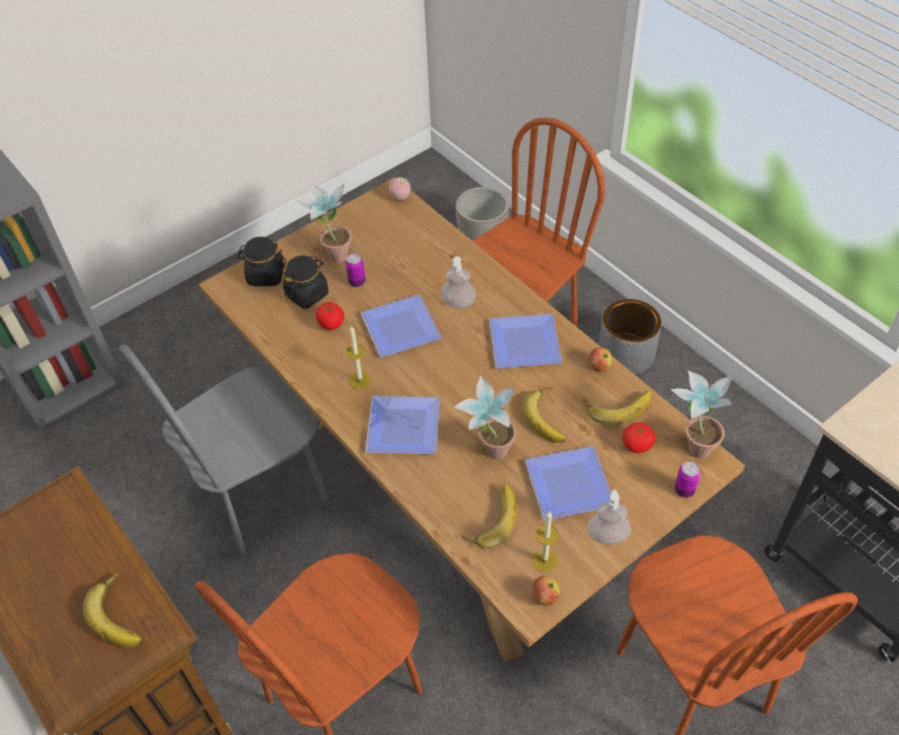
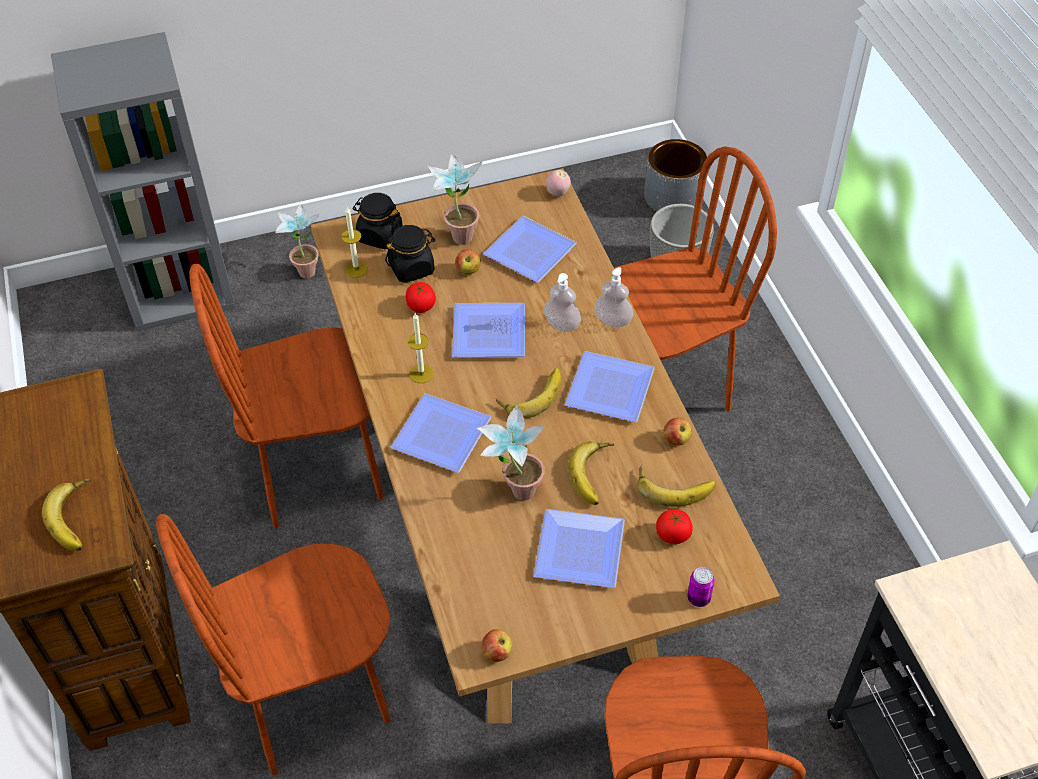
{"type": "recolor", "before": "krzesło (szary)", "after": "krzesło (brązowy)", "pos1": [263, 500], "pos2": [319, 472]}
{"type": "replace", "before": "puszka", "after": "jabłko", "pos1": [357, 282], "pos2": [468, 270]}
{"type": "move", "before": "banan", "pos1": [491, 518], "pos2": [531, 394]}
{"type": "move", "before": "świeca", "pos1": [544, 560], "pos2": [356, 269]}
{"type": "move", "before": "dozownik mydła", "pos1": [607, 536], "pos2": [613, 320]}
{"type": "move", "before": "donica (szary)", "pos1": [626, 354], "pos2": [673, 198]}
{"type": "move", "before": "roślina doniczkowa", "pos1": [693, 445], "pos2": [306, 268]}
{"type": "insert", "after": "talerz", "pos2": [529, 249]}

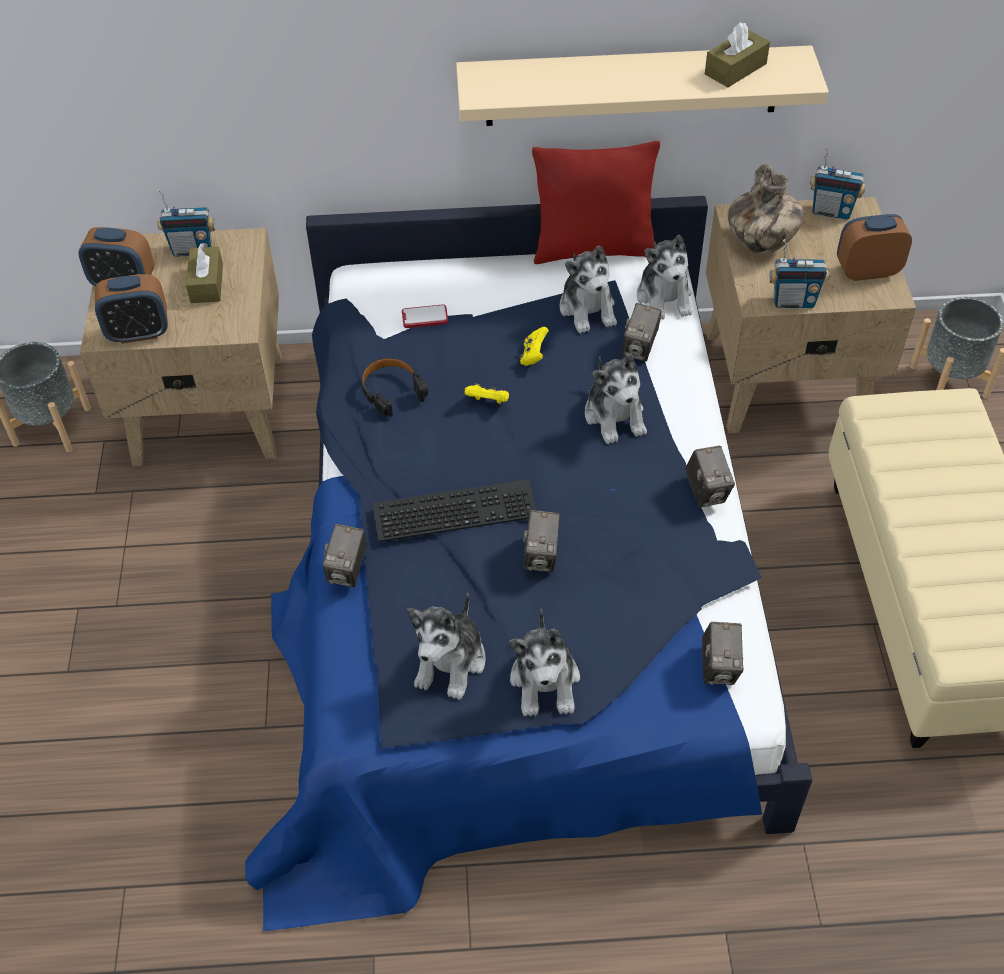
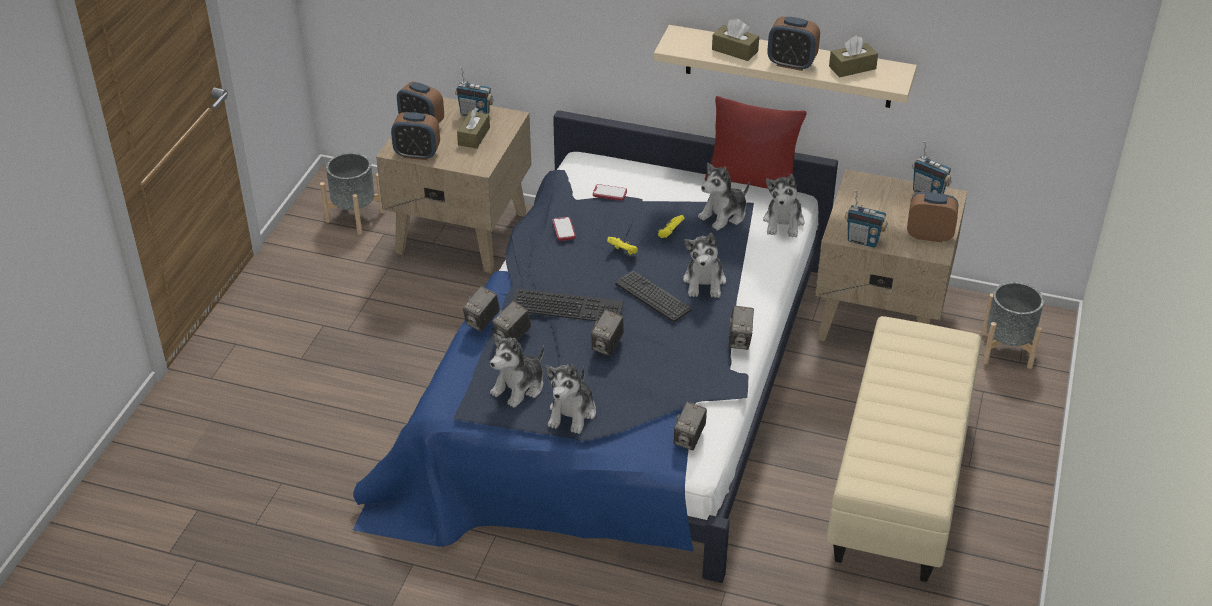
{"type": "replace", "before": "słuchawki (czarny)", "after": "telefon", "pos1": [392, 390], "pos2": [564, 230]}
{"type": "rotate", "before": "pluszak", "pos1": [588, 309], "pos2": [724, 215], "turn": 45}
{"type": "move", "before": "aparat fotograficzny", "pos1": [640, 348], "pos2": [512, 337]}
{"type": "delete", "before": "wazon", "pos1": [760, 243]}
{"type": "insert", "after": "klawiatura", "pos2": [652, 297]}
{"type": "insert", "after": "pudełko chusteczek (brązowy)", "pos2": [735, 50]}
{"type": "insert", "after": "budzik", "pos2": [791, 64]}

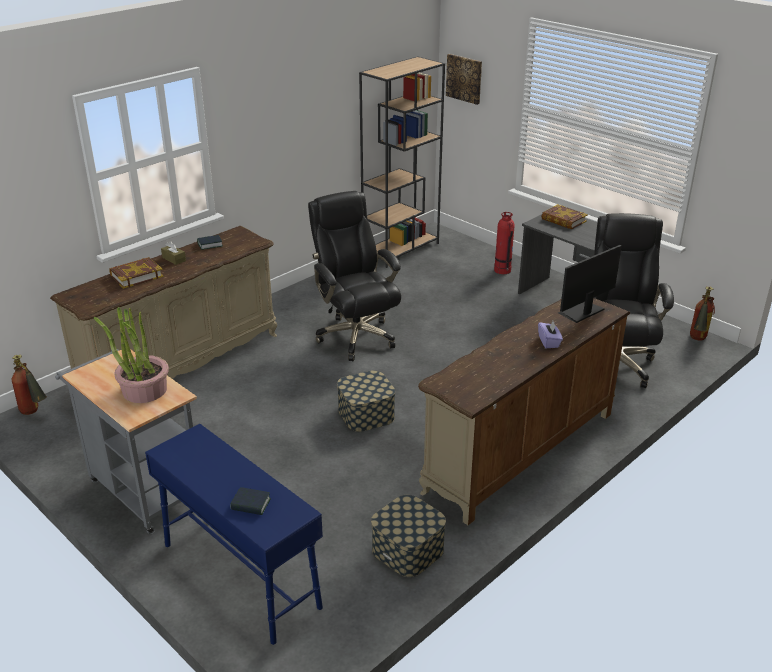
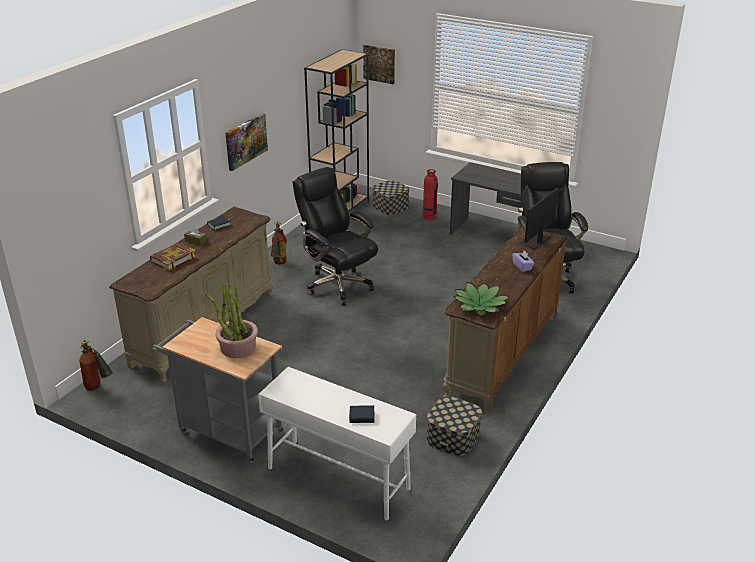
{"type": "recolor", "before": "stolik konsolowy (niebieski)", "after": "stolik konsolowy (biały)", "pos1": [241, 575], "pos2": [338, 478]}
{"type": "move", "before": "pojemnik do przechowywania", "pos1": [366, 414], "pos2": [390, 206]}
{"type": "delete", "before": "książka", "pos1": [563, 220]}
{"type": "move", "before": "gaśnica", "pos1": [697, 340], "pos2": [279, 264]}
{"type": "insert", "after": "obraz", "pos2": [246, 141]}
{"type": "insert", "after": "roślina doniczkowa", "pos2": [480, 305]}

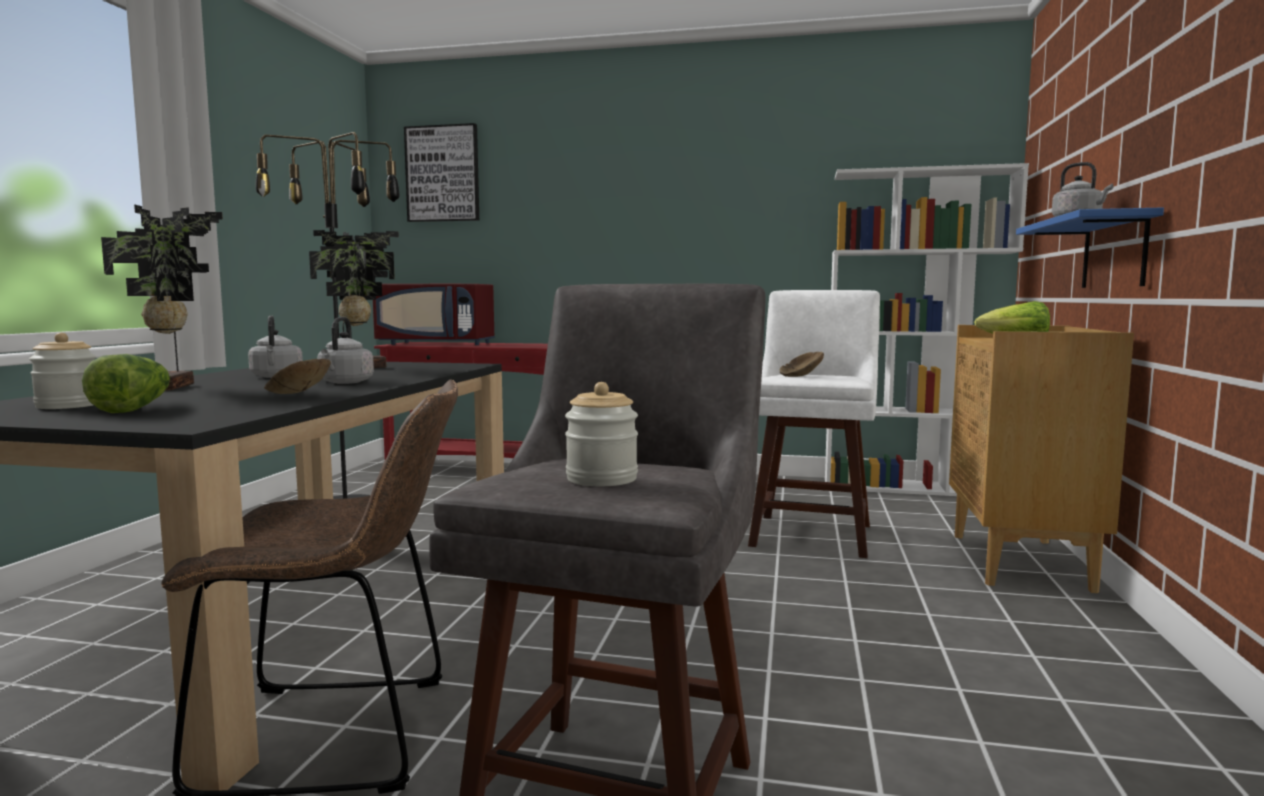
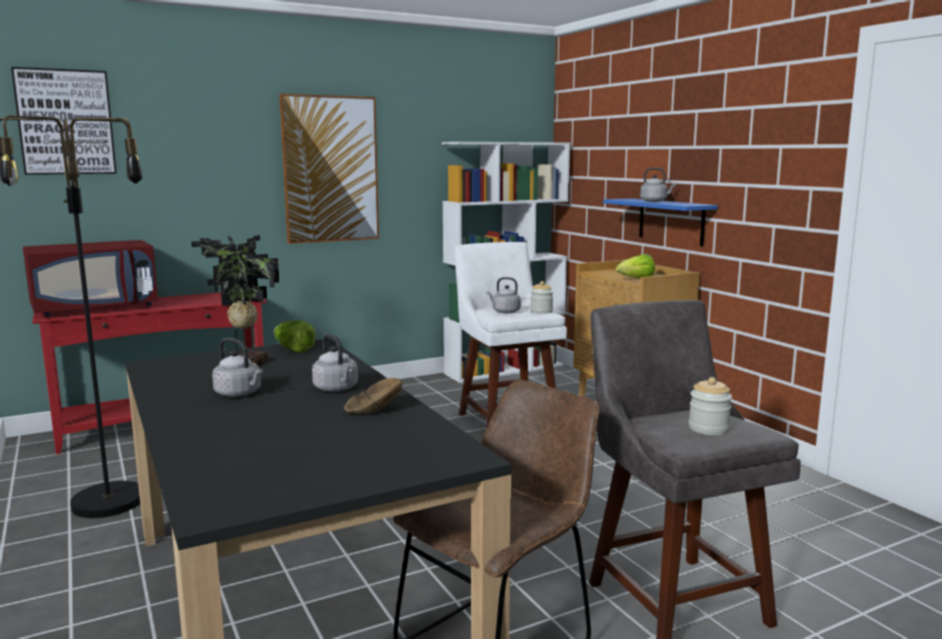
{"type": "move", "before": "słoik", "pos1": [67, 406], "pos2": [541, 311]}
{"type": "move", "before": "sałata", "pos1": [133, 409], "pos2": [293, 349]}
{"type": "delete", "before": "roślina doniczkowa", "pos1": [174, 387]}
{"type": "replace", "before": "miska (brązowy)", "after": "czajnik (szary)", "pos1": [799, 376], "pos2": [504, 311]}
{"type": "insert", "after": "obraz", "pos2": [330, 169]}

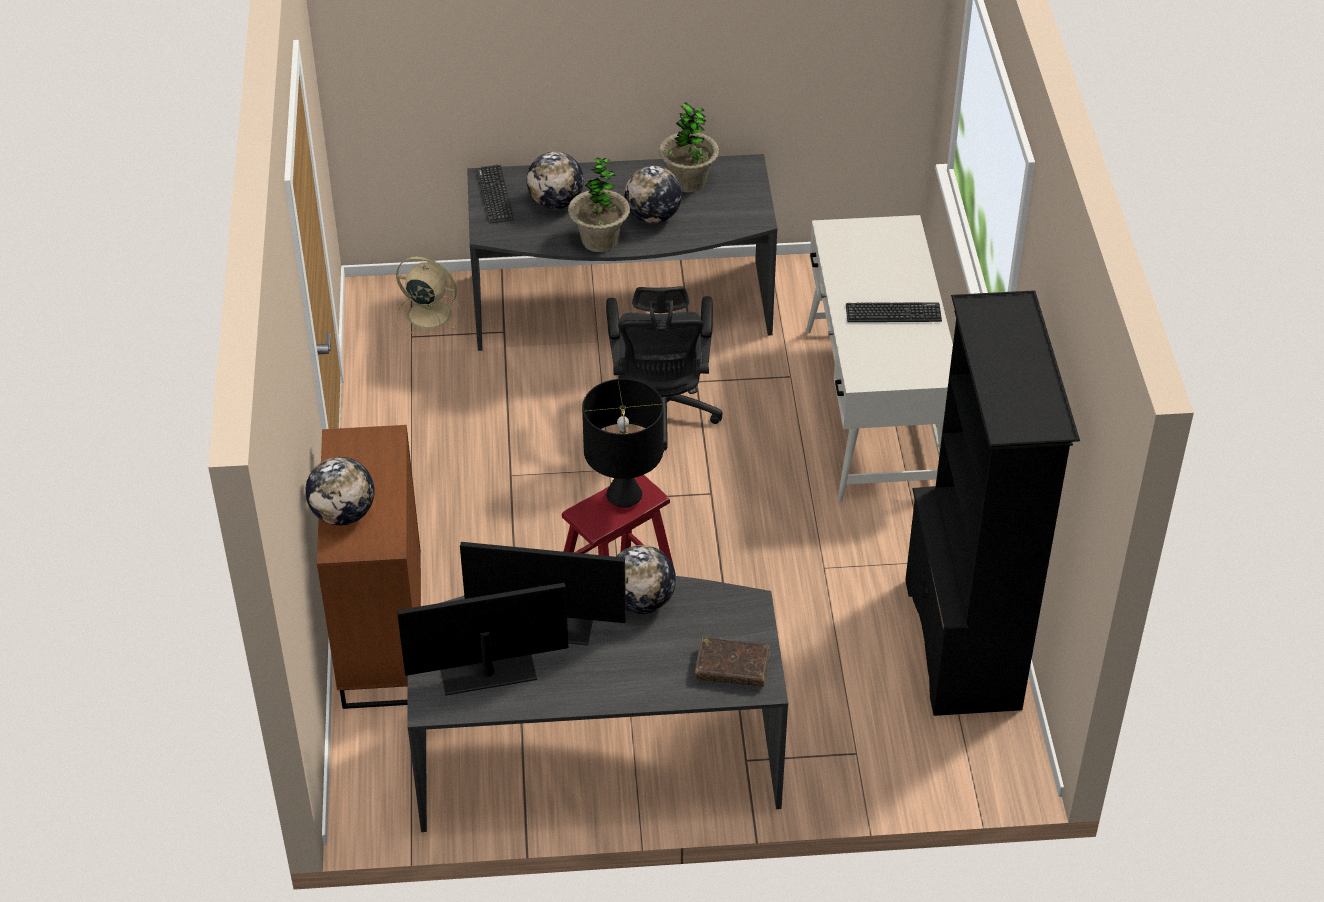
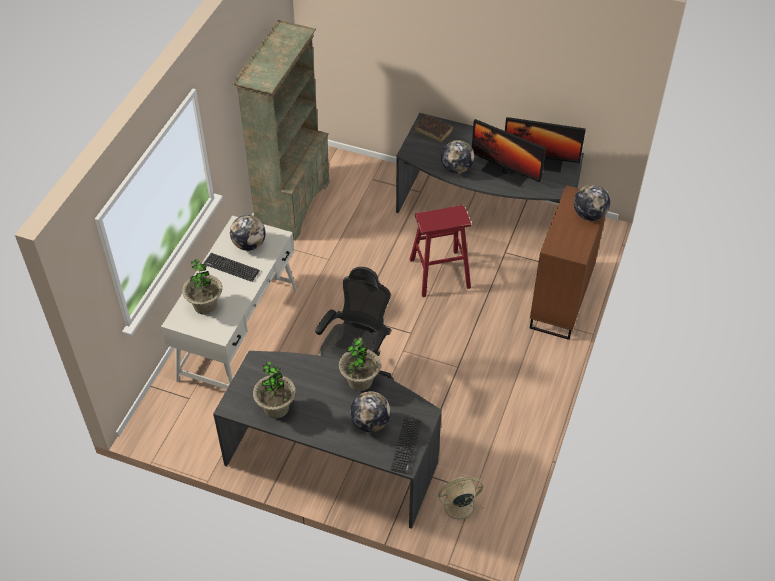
{"type": "rotate", "before": "wentylator (beżowy)", "pos1": [427, 314], "pos2": [457, 506], "turn": 120}
{"type": "delete", "before": "lampa stołowa (czarny)", "pos1": [624, 497]}
{"type": "move", "before": "globus", "pos1": [653, 217], "pos2": [249, 244]}
{"type": "recolor", "before": "regał (czarny)", "after": "regał (zielony)", "pos1": [963, 644], "pos2": [292, 205]}
{"type": "insert", "after": "roślina doniczkowa", "pos2": [205, 305]}

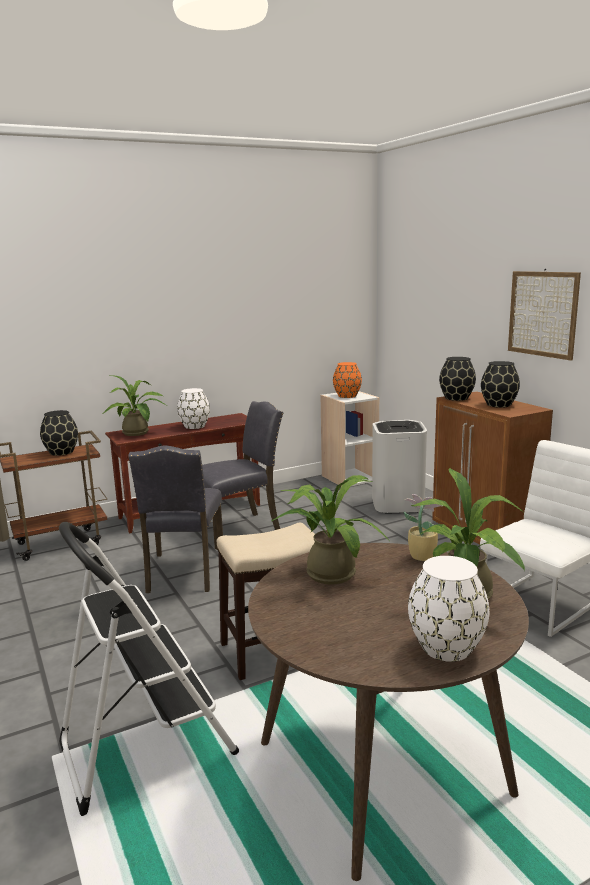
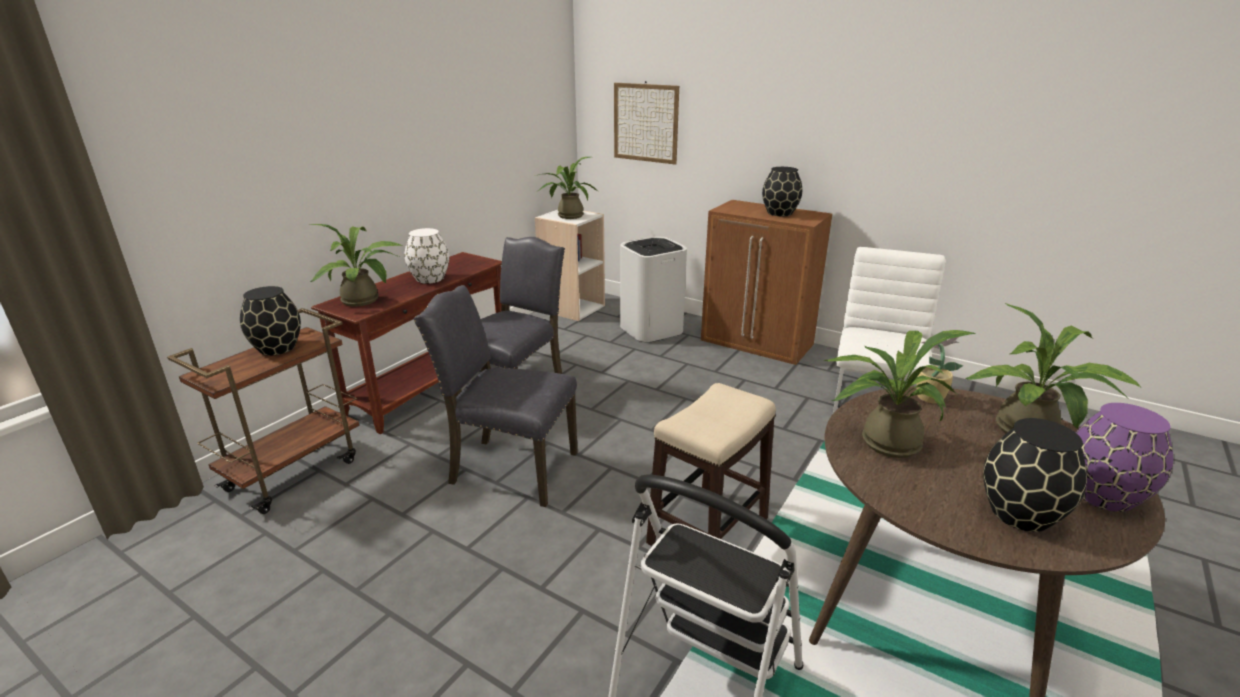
{"type": "rotate", "before": "krzesło (szary)", "pos1": [184, 573], "pos2": [510, 469], "turn": 135}
{"type": "replace", "before": "wazon (pomarańczowy)", "after": "roślina doniczkowa", "pos1": [347, 396], "pos2": [567, 216]}
{"type": "recolor", "before": "wazon (biały)", "after": "wazon (fioletowy)", "pos1": [447, 648], "pos2": [1104, 495]}
{"type": "move", "before": "wazon (czarny)", "pos1": [457, 398], "pos2": [1021, 514]}
{"type": "move", "before": "obraz", "pos1": [543, 312], "pos2": [645, 121]}

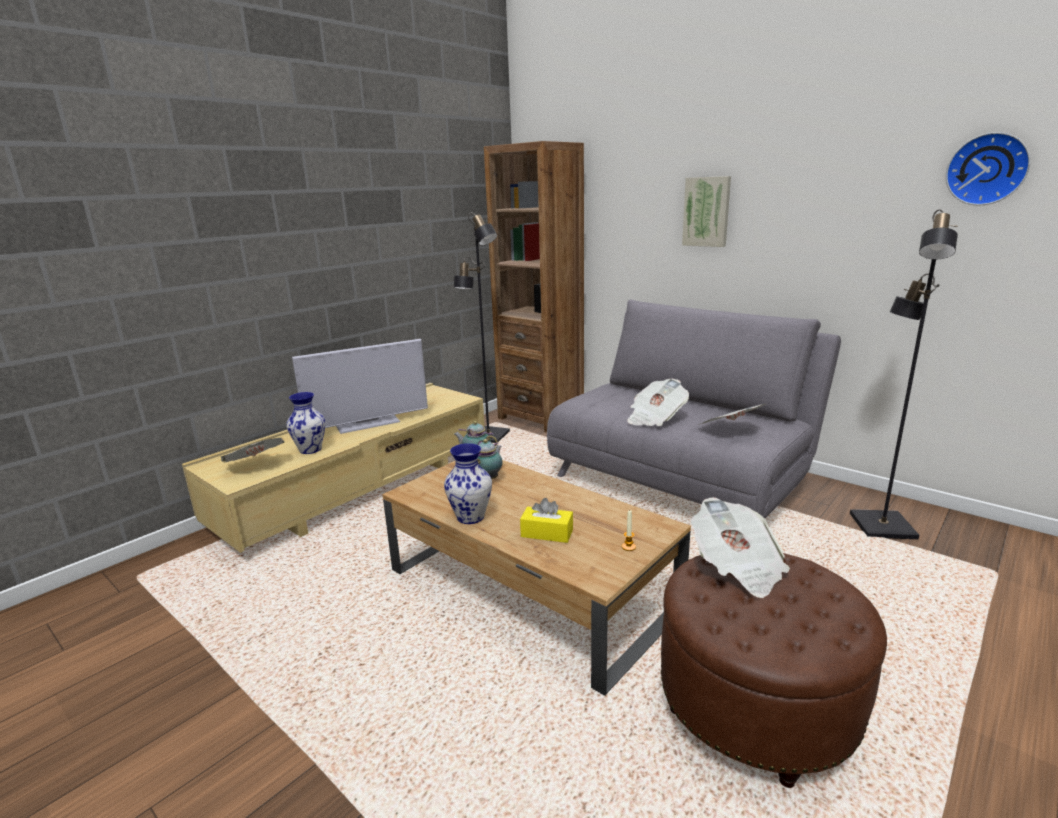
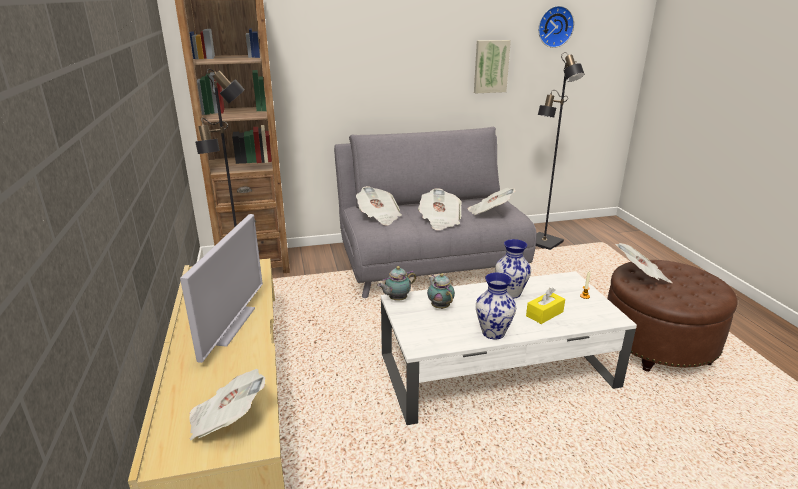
{"type": "move", "before": "wazon", "pos1": [310, 449], "pos2": [509, 293]}
{"type": "recolor", "before": "ława (brązowy)", "after": "ława (biały)", "pos1": [531, 590], "pos2": [498, 370]}
{"type": "move", "before": "obraz", "pos1": [707, 211], "pos2": [491, 66]}
{"type": "insert", "after": "gazeta", "pos2": [379, 217]}

